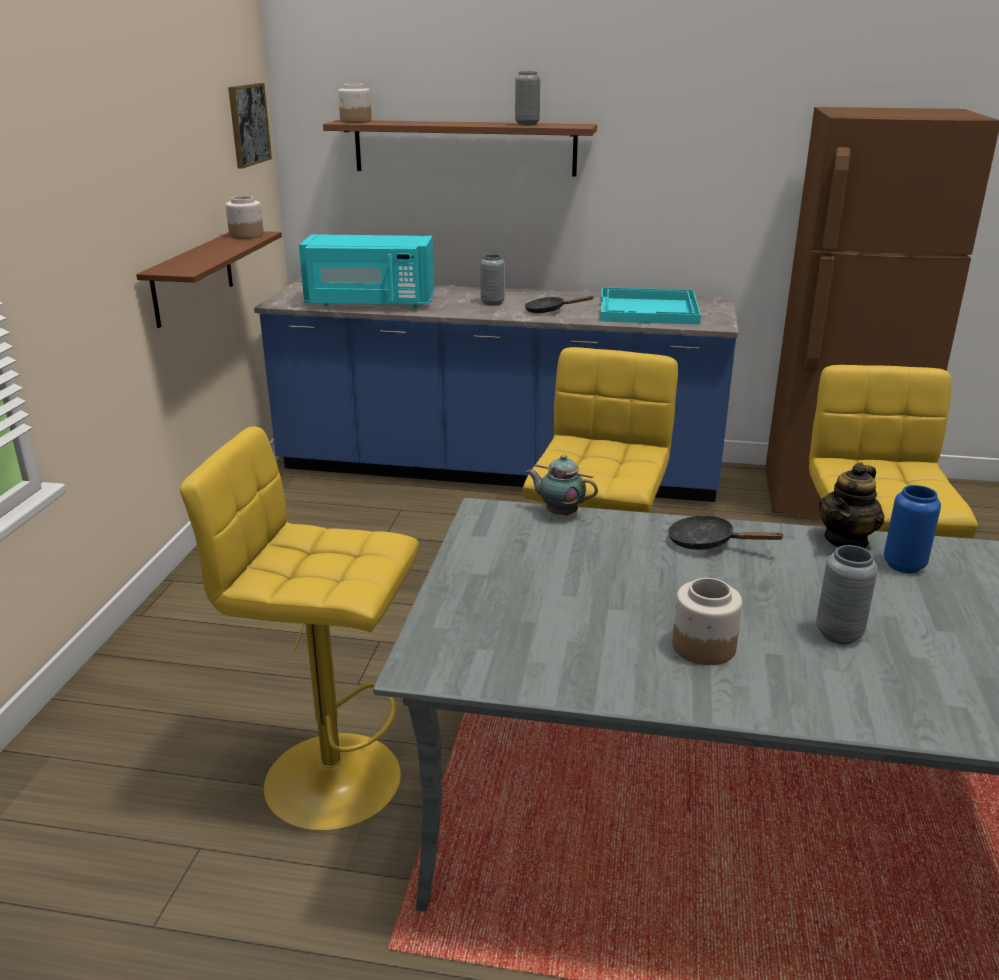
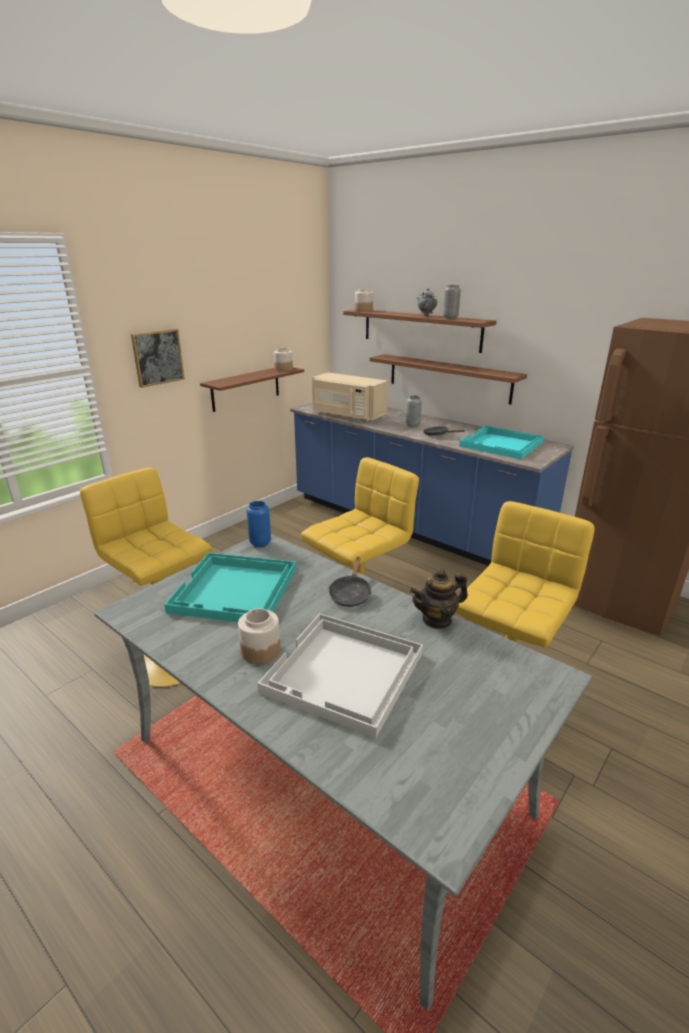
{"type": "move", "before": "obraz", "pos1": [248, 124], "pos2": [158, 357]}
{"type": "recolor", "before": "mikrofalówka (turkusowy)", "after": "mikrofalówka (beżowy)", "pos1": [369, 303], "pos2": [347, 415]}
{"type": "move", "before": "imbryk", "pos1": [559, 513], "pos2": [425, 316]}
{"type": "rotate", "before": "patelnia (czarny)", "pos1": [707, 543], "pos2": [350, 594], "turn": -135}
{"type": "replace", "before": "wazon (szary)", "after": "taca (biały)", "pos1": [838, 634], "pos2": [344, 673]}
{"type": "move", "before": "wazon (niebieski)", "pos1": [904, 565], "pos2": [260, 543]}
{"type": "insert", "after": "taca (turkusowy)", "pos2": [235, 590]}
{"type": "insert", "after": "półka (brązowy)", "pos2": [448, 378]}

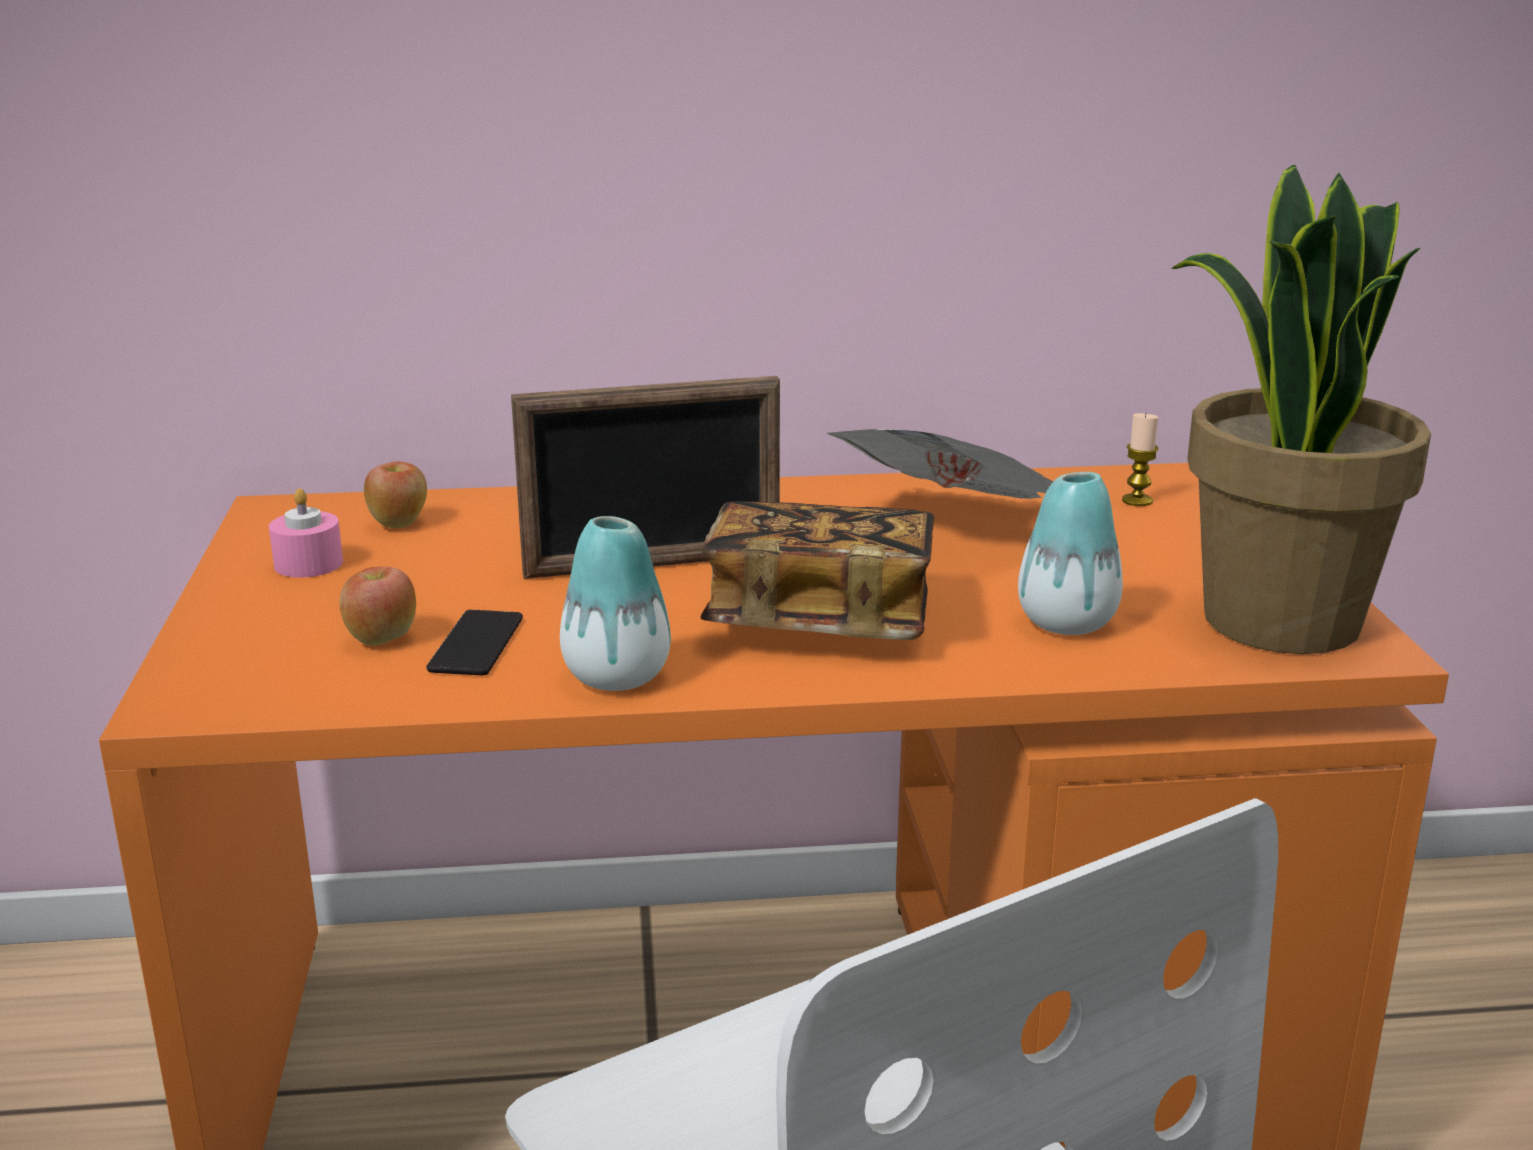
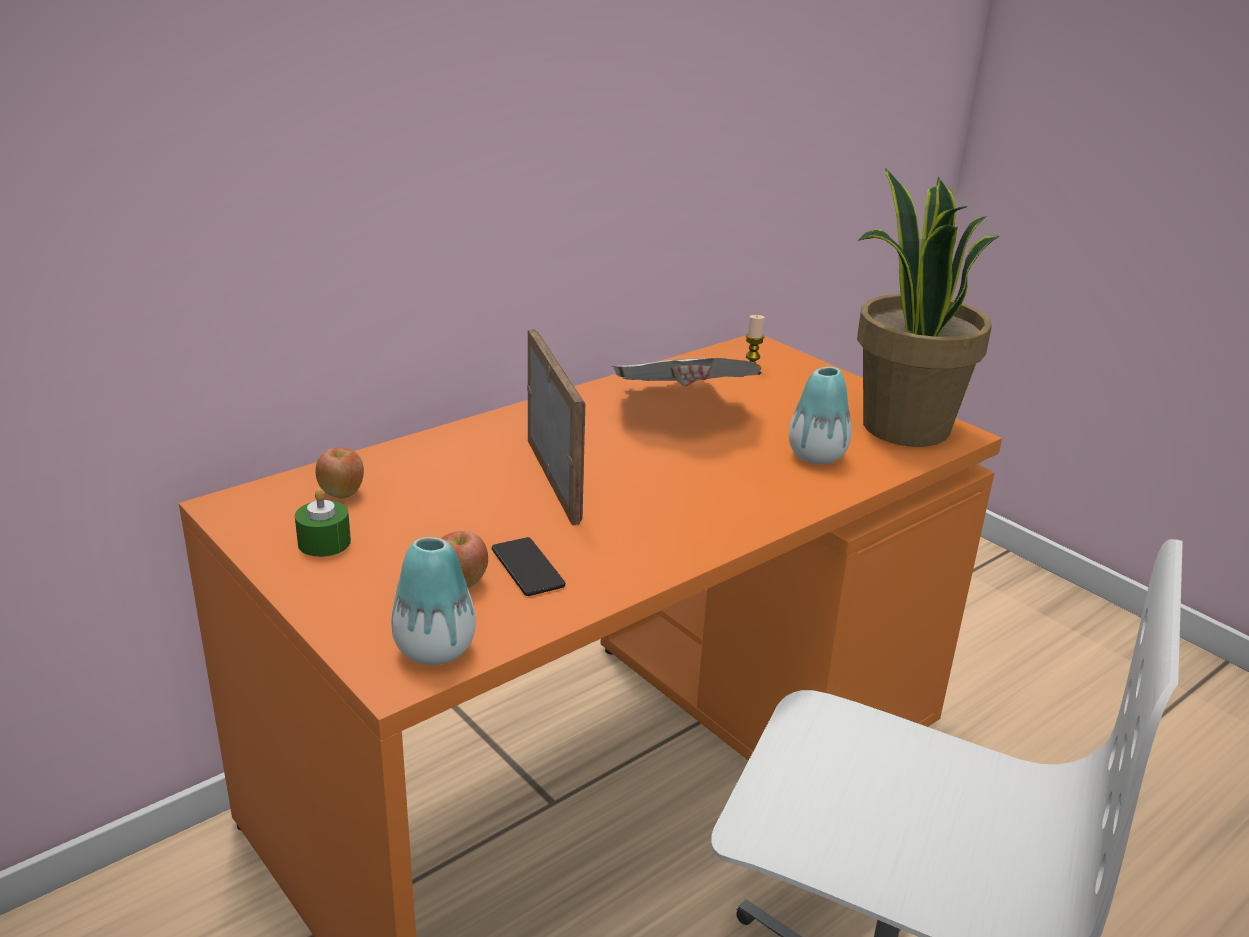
{"type": "recolor", "before": "świeca (różowy)", "after": "świeca (zielony)", "pos1": [308, 564], "pos2": [324, 542]}
{"type": "rotate", "before": "ramka na zdjęcie", "pos1": [653, 565], "pos2": [553, 479], "turn": -60}
{"type": "move", "before": "wazon", "pos1": [617, 677], "pos2": [435, 650]}
{"type": "delete", "before": "książka", "pos1": [820, 620]}

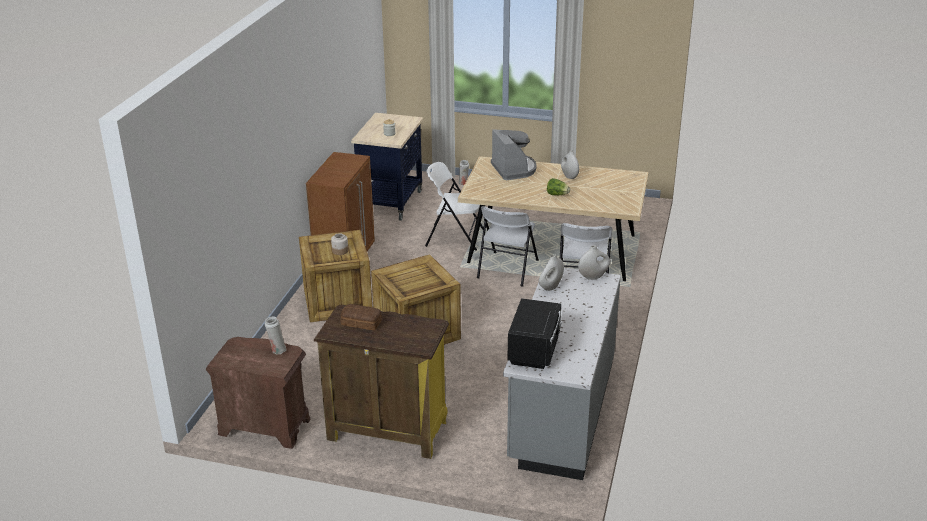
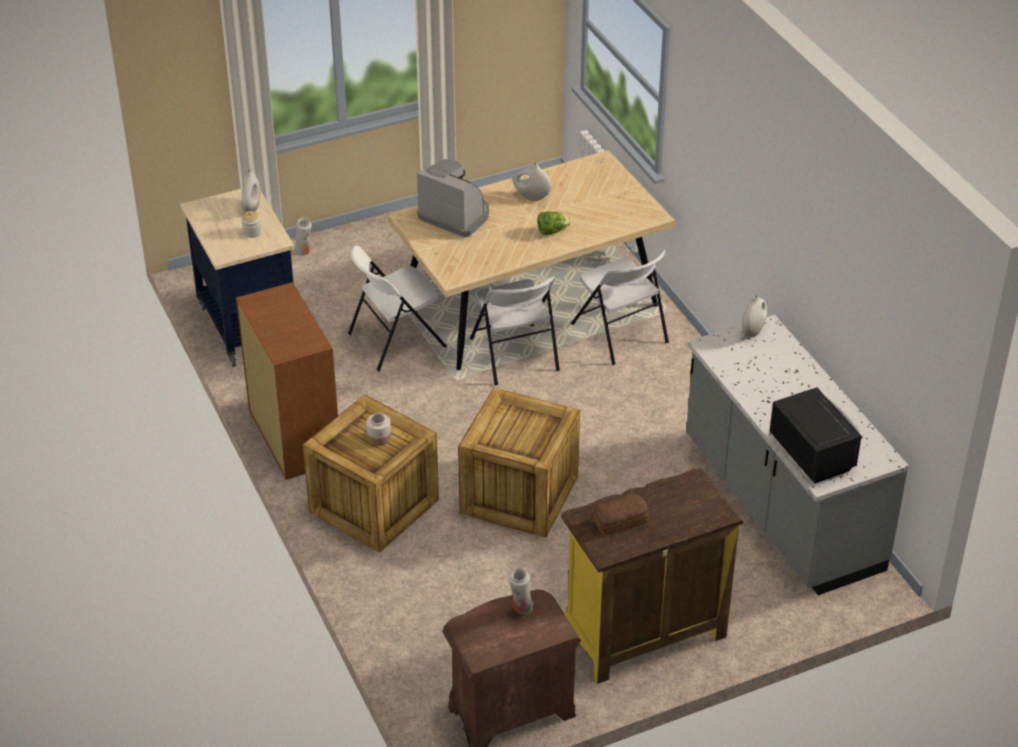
{"type": "move", "before": "wazon (biały)", "pos1": [550, 287], "pos2": [252, 207]}

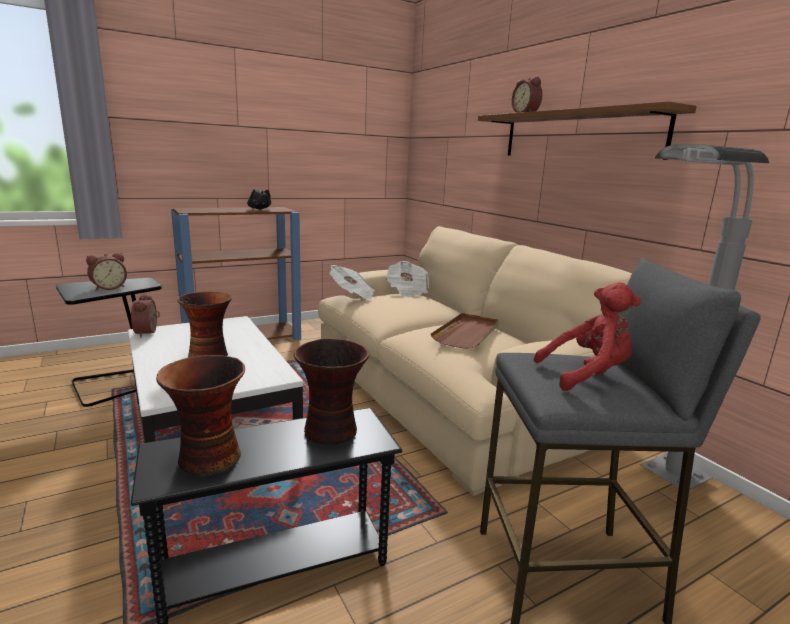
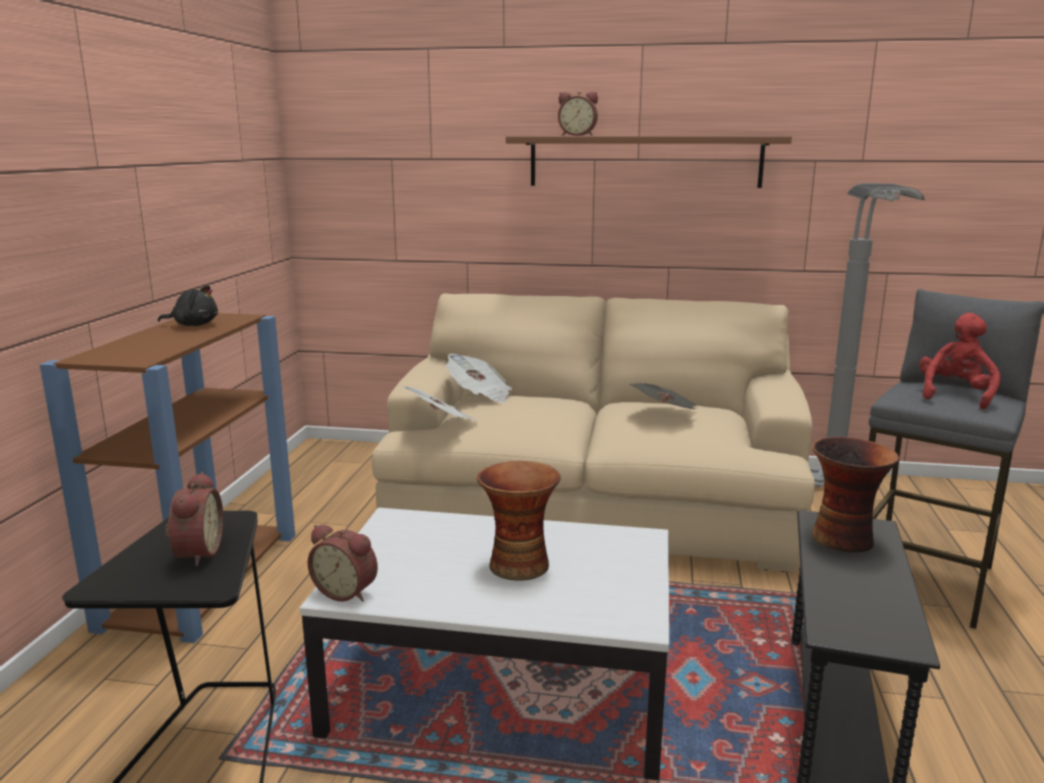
{"type": "delete", "before": "wazon", "pos1": [208, 459]}
{"type": "replace", "before": "taca (brązowy)", "after": "gazeta", "pos1": [467, 333], "pos2": [665, 415]}

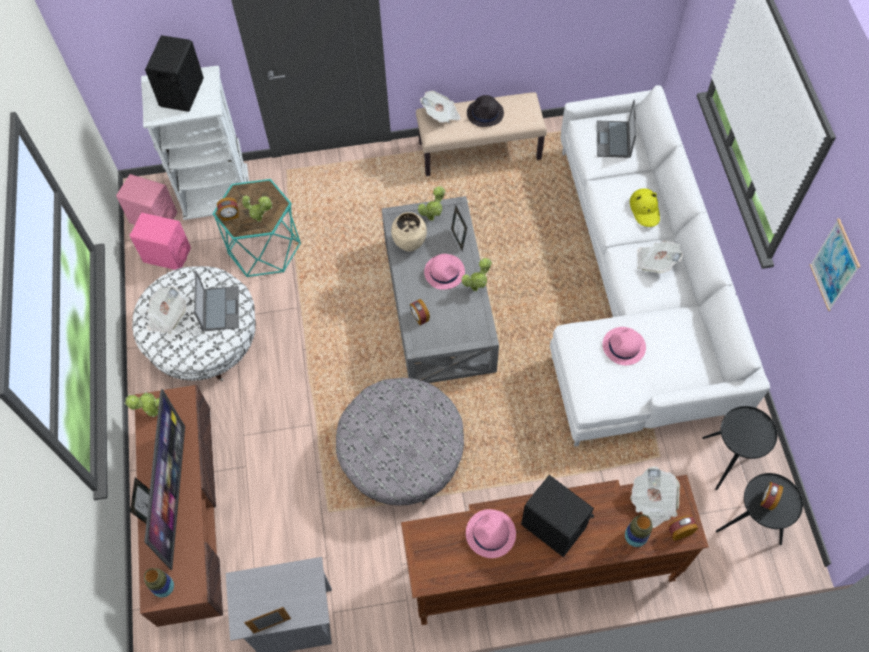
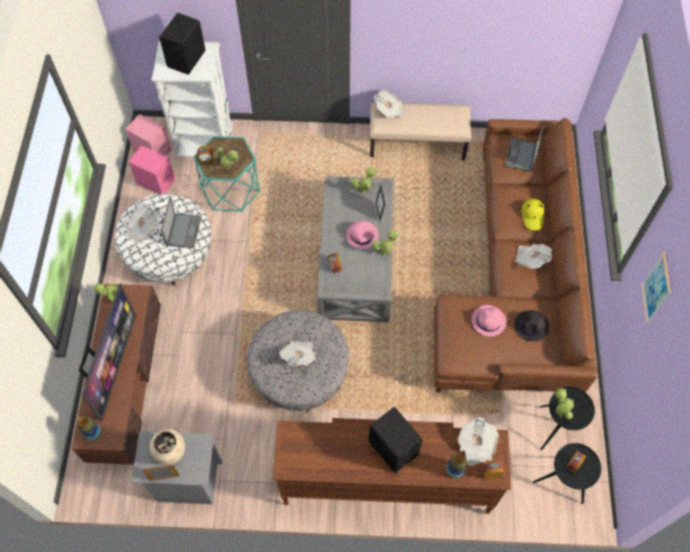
{"type": "move", "before": "wazon (beżowy)", "pos1": [410, 244], "pos2": [171, 453]}
{"type": "delete", "before": "kapelusz (różowy)", "pos1": [490, 534]}
{"type": "move", "before": "kapelusz (czarny)", "pos1": [485, 113], "pos2": [531, 326]}
{"type": "recolor", "before": "kanapa (biały)", "after": "kanapa (brązowy)", "pos1": [638, 292], "pos2": [517, 280]}
{"type": "insert", "after": "gazeta", "pos2": [299, 356]}
{"type": "insert", "after": "roślina doniczkowa", "pos2": [559, 412]}

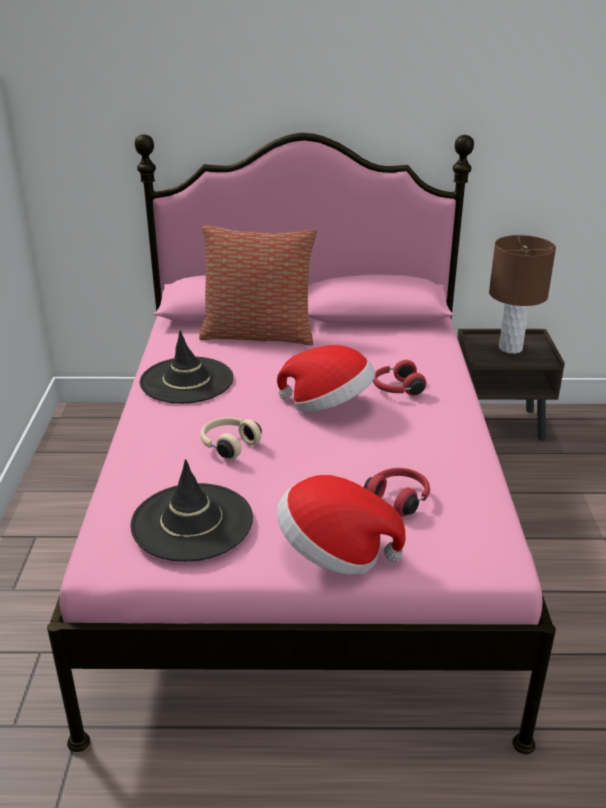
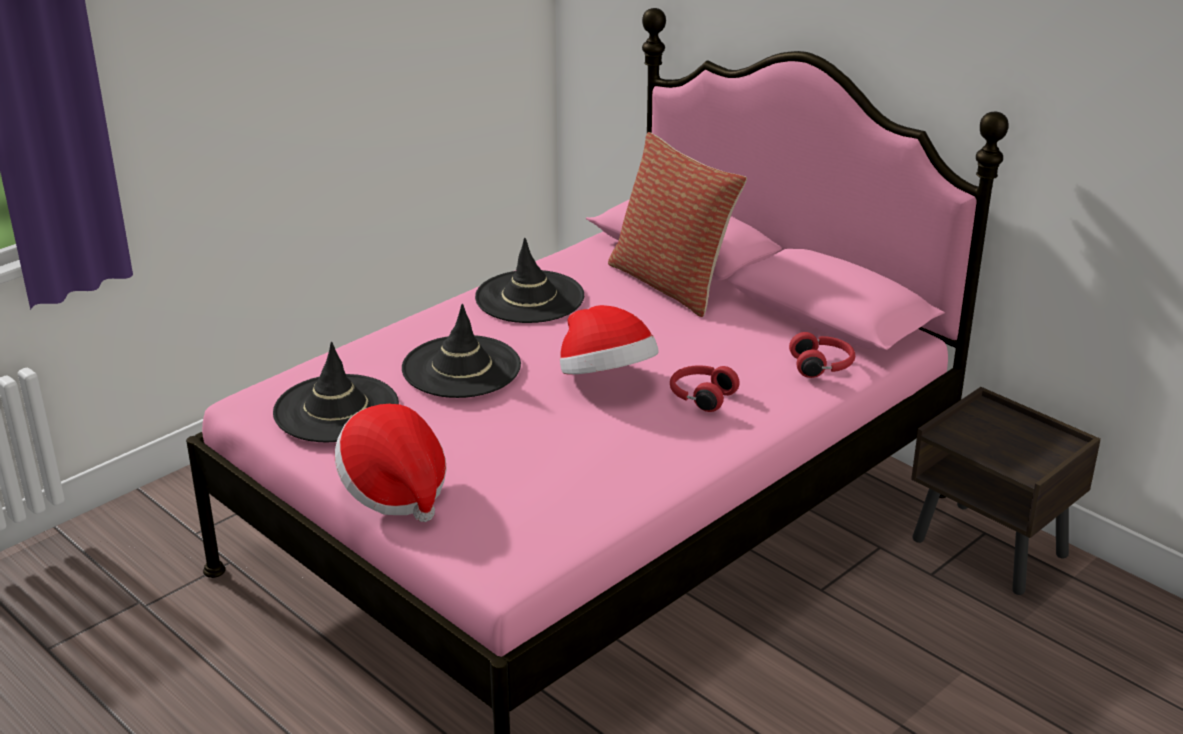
{"type": "replace", "before": "słuchawki (beżowy)", "after": "kapelusz (czarny)", "pos1": [228, 445], "pos2": [461, 367]}
{"type": "move", "before": "słuchawki (czerwony)", "pos1": [399, 499], "pos2": [822, 366]}
{"type": "delete", "before": "lampa stołowa (brązowy)", "pos1": [511, 348]}

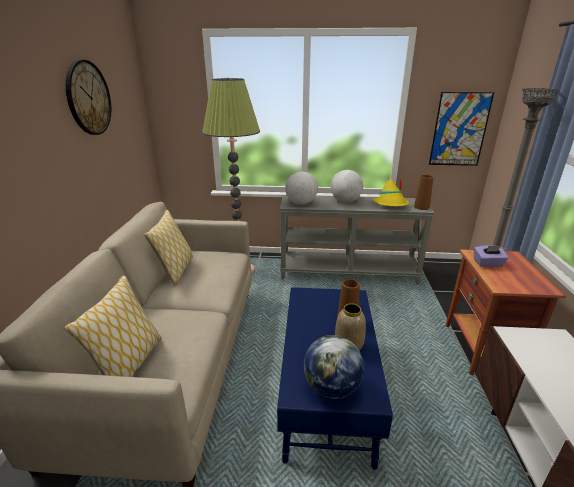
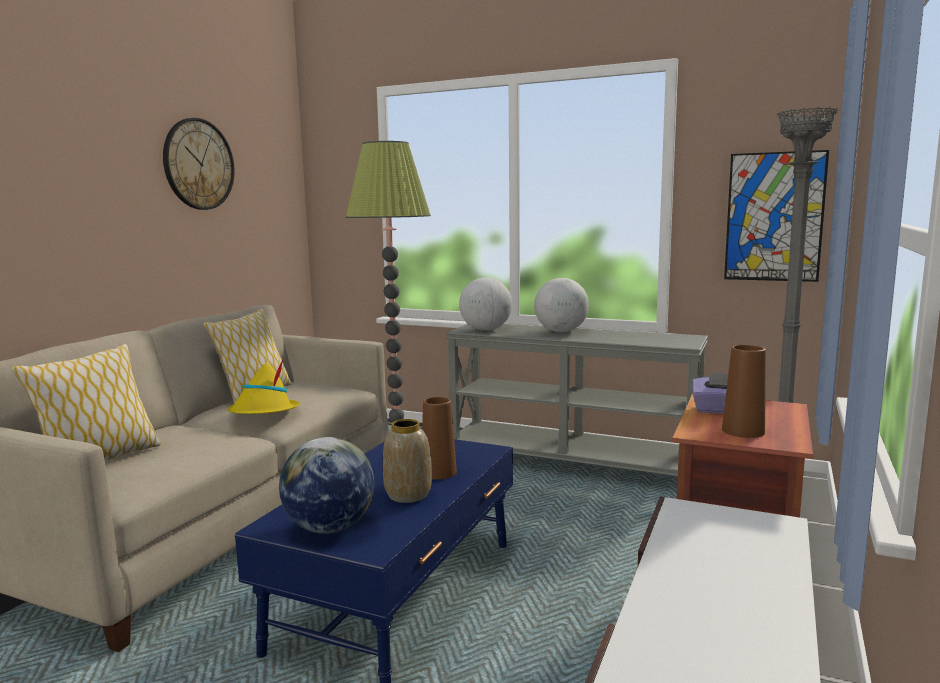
{"type": "move", "before": "kapelusz (żółty)", "pos1": [391, 204], "pos2": [263, 413]}
{"type": "move", "before": "wazon (brązowy)", "pos1": [421, 207], "pos2": [743, 431]}

